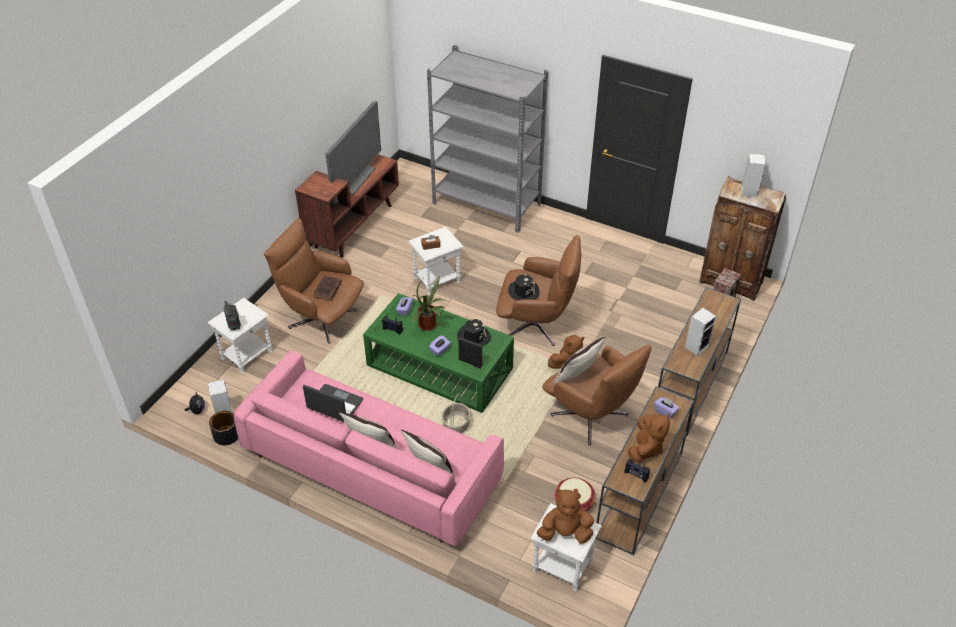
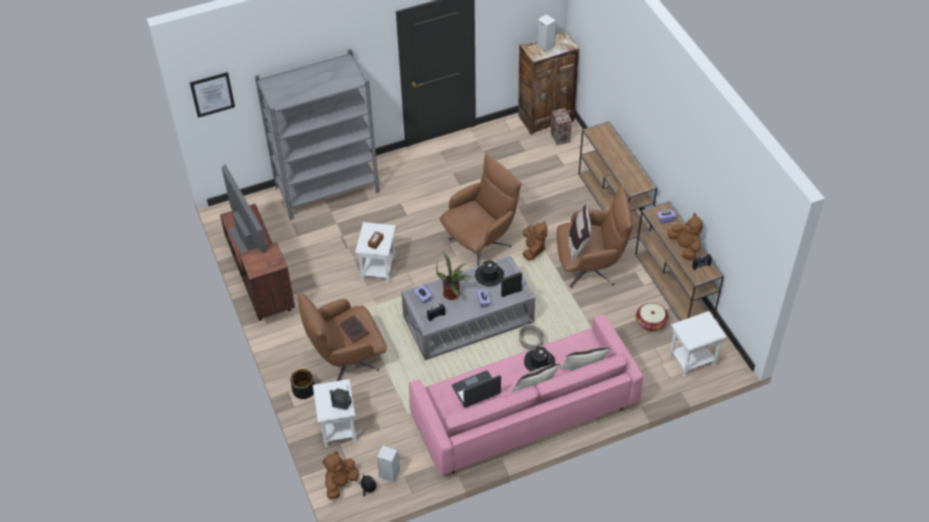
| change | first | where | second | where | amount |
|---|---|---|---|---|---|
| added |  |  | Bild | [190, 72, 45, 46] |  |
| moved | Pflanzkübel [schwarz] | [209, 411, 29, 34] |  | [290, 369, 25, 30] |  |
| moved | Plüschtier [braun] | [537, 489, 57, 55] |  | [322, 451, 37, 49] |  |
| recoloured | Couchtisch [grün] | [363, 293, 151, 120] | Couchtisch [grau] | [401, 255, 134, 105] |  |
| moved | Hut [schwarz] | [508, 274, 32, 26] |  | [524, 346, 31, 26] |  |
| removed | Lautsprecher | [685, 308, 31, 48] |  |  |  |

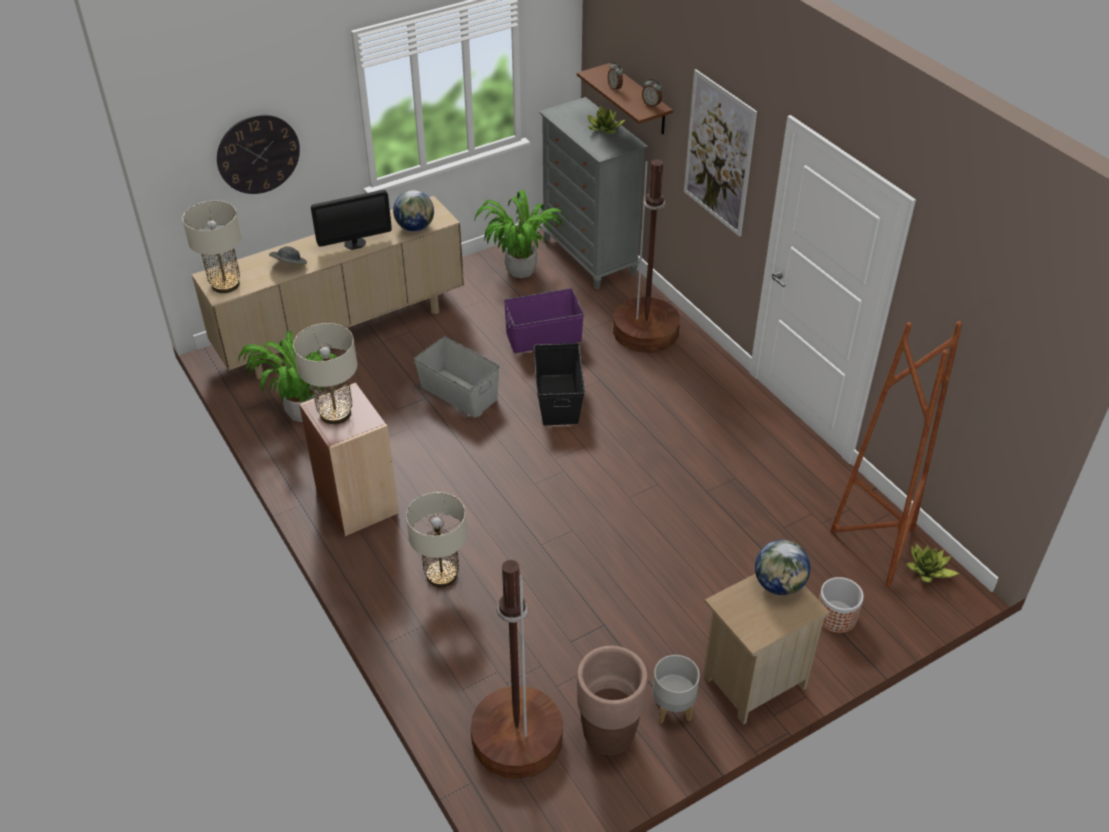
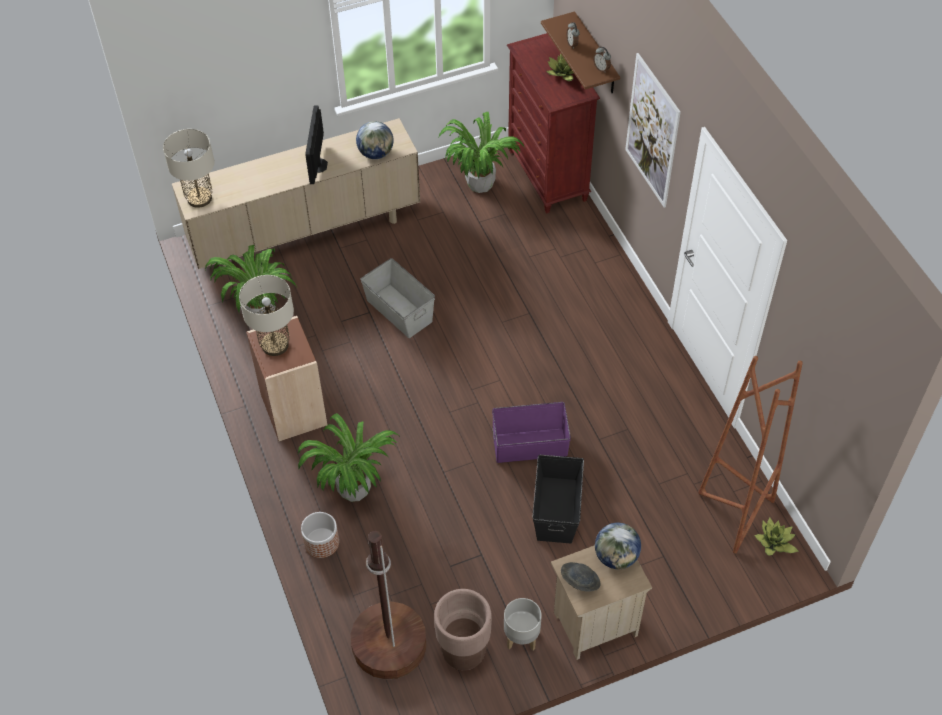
| change | first | where | second | where | amount |
|---|---|---|---|---|---|
| replaced | Tischlampe | [406, 492, 61, 95] | Topfpflanze | [298, 413, 102, 89] |  |
| moved | Pflanzkübel | [819, 577, 45, 56] |  | [301, 512, 38, 46] |  |
| turned | Monitor | [311, 190, 81, 60] |  | [305, 105, 23, 79] | 105 degrees clockwise |
| moved | Aufbewahrungsbox [lila] | [504, 288, 80, 65] |  | [492, 402, 79, 61] |  |
| recoloured | Kommode [grau] | [539, 97, 109, 192] | Kommode [rot] | [507, 33, 93, 180] |  |
| moved | Aufbewahrungsbox [schwarz] | [534, 343, 51, 82] |  | [532, 455, 52, 89] |  |
| moved | Hut [grau] | [269, 246, 38, 18] |  | [561, 562, 40, 30] |  |
| removed | Wanduhr | [217, 114, 83, 80] |  |  |  |
| removed | Stehlampe [braun] | [613, 159, 67, 194] |  |  |  |

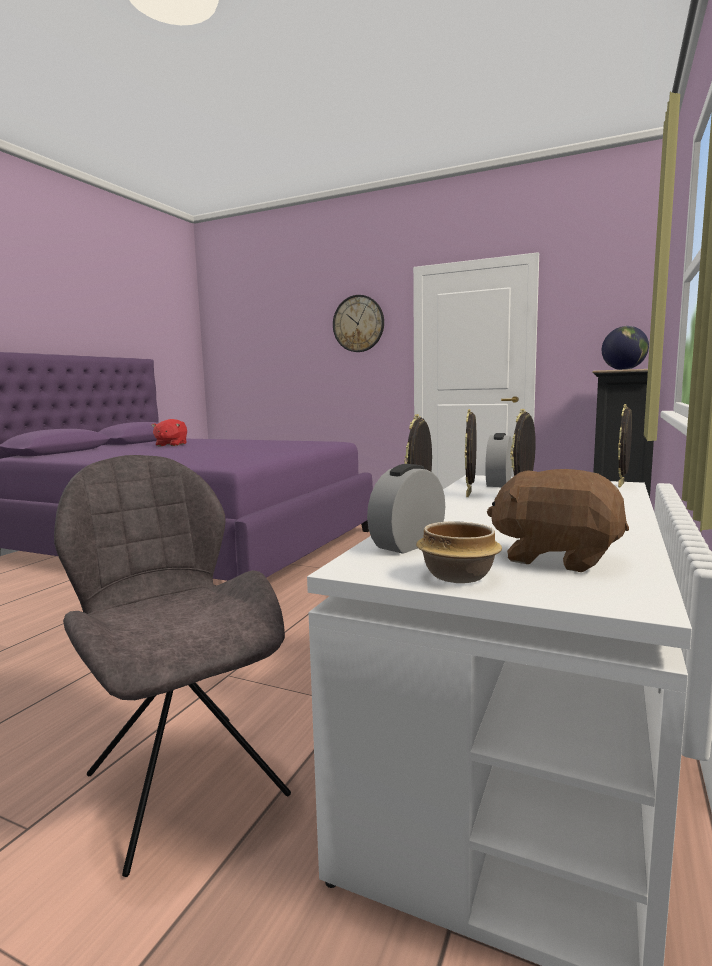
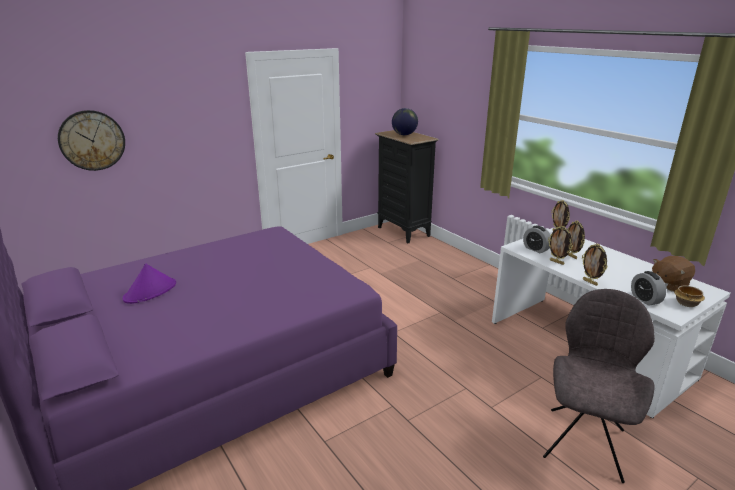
| change | first | where | second | where | amount |
|---|---|---|---|---|---|
| moved | Wanduhr | [333, 295, 51, 57] |  | [58, 110, 67, 61] |  |
| replaced | Plüschtier [rot] | [151, 419, 36, 27] | Hut [lila] | [123, 264, 53, 40] |  |
| turned | Stuhl [grau] | [54, 455, 237, 422] |  | [543, 289, 112, 194] | 120 degrees clockwise |

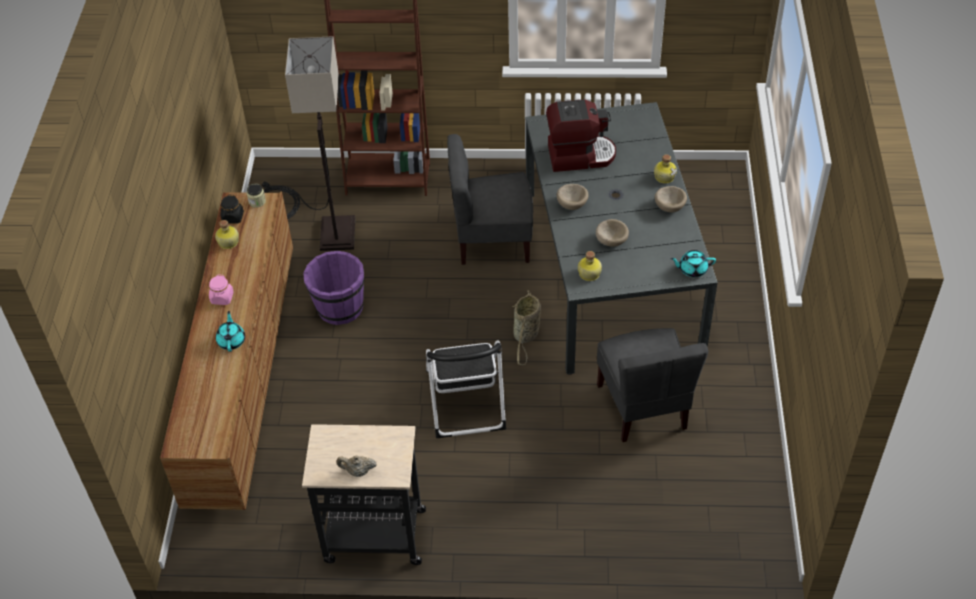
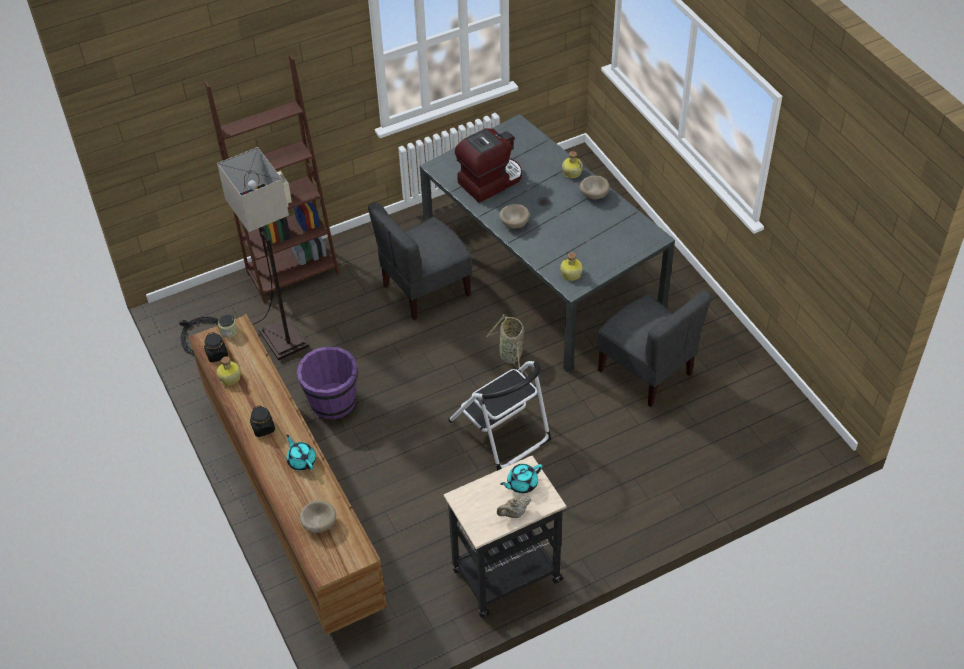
| change | first | where | second | where | amount |
|---|---|---|---|---|---|
| recoloured | Vorratsglas [rosa] | [209, 274, 25, 31] | Vorratsglas [schwarz] | [250, 405, 25, 32] |  |
| moved | Schüssel [beige] | [596, 219, 33, 28] |  | [300, 500, 36, 33] |  |
| moved | Teekanne [türkis] | [670, 250, 46, 27] |  | [500, 464, 43, 29] |  |

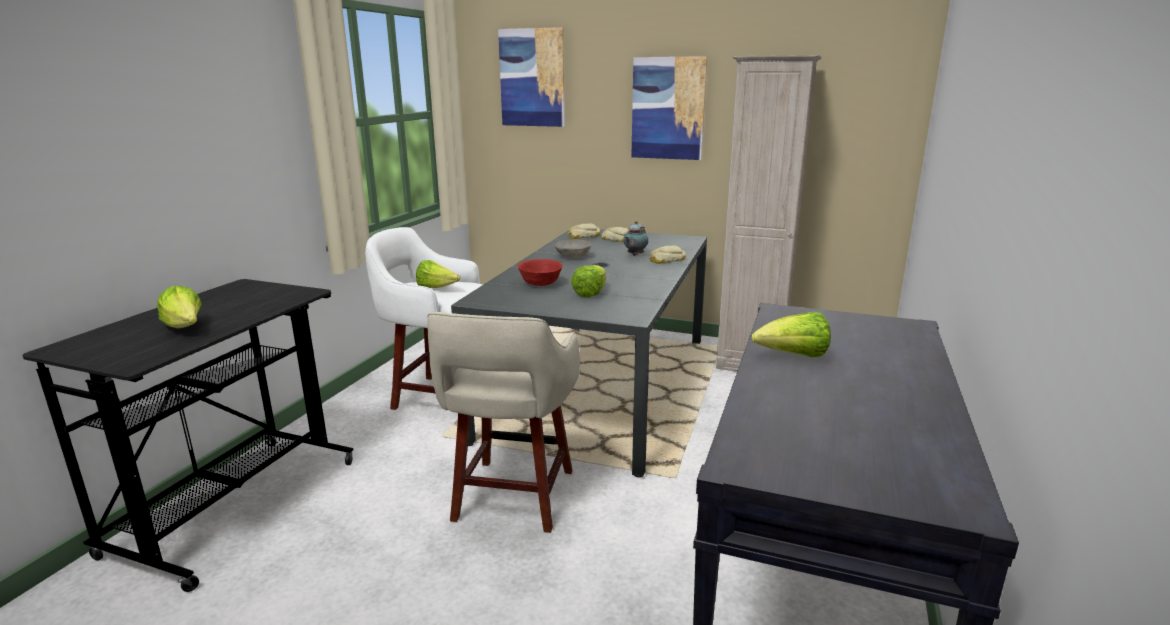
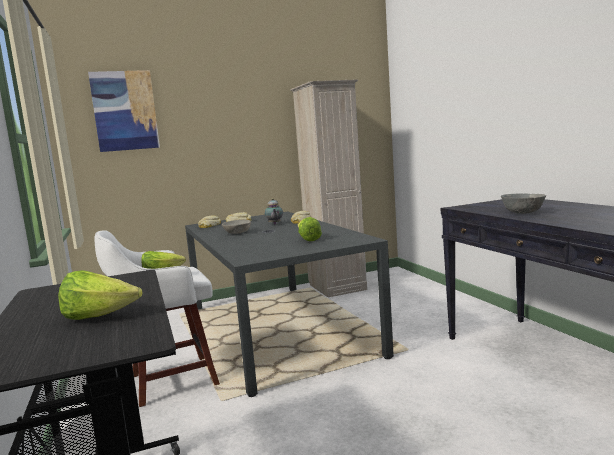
| change | first | where | second | where | amount |
|---|---|---|---|---|---|
| replaced | Salatkopf | [752, 312, 79, 45] | Schüssel [grau] | [501, 194, 45, 20] |  |
| removed | Hocker [beige] | [427, 312, 153, 221] |  |  |  |
| removed | Schüssel [rot] | [518, 259, 45, 27] |  |  |  |
| removed | Bild | [631, 56, 76, 104] |  |  |  |

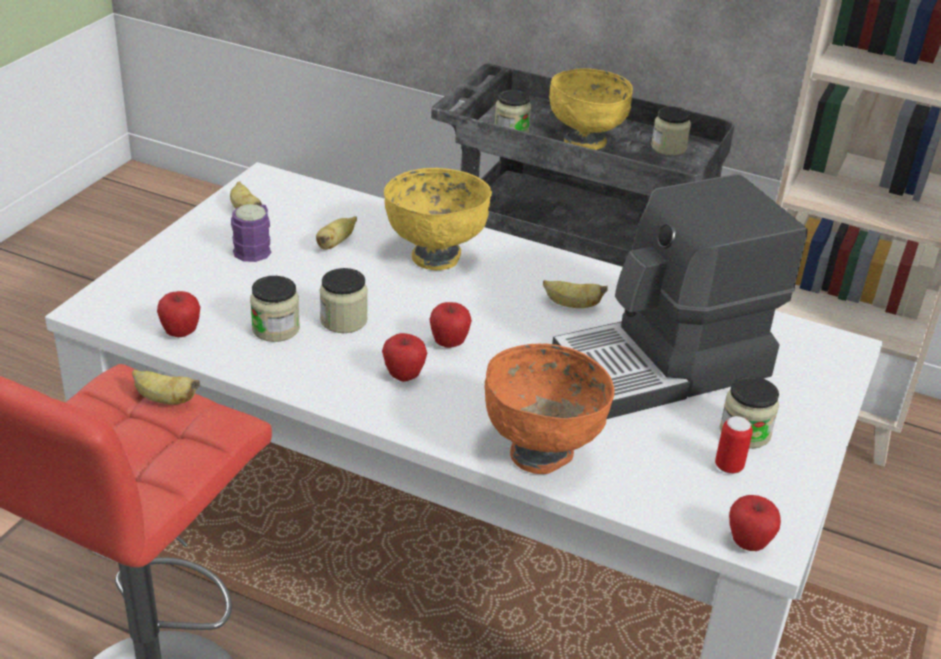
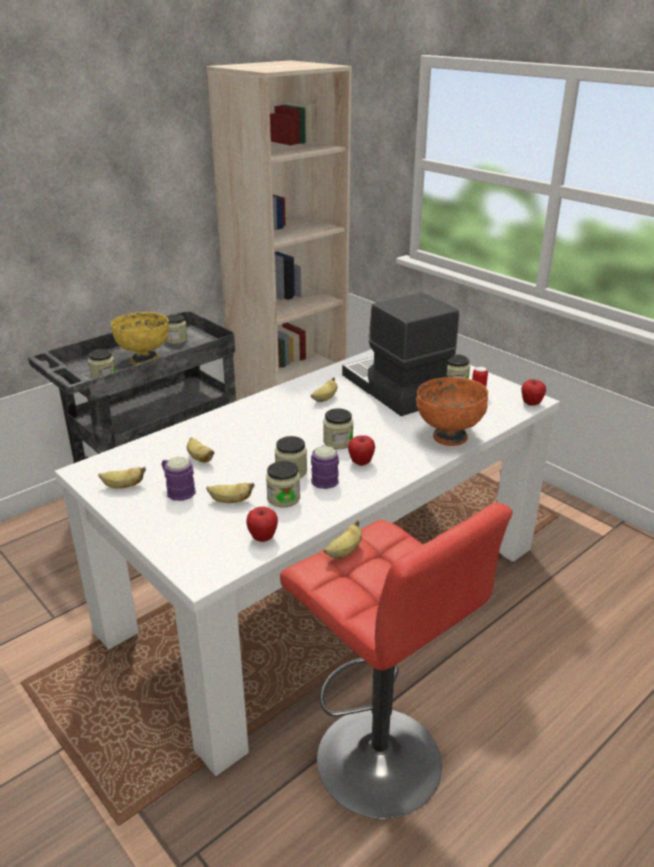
| change | first | where | second | where | amount |
|---|---|---|---|---|---|
| added |  |  | Banane | [206, 483, 48, 20] |  |
| added |  |  | Henkelbecher [lila] | [311, 445, 28, 44] |  |
| replaced | Apfel | [429, 302, 43, 46] | Vorratsglas | [323, 408, 30, 41] |  |
| turned | Kaffeemaschine | [552, 174, 256, 245] |  | [342, 293, 117, 123] | 150 degrees clockwise |
| removed | Schüssel [gelb] | [384, 168, 108, 102] |  |  |  |

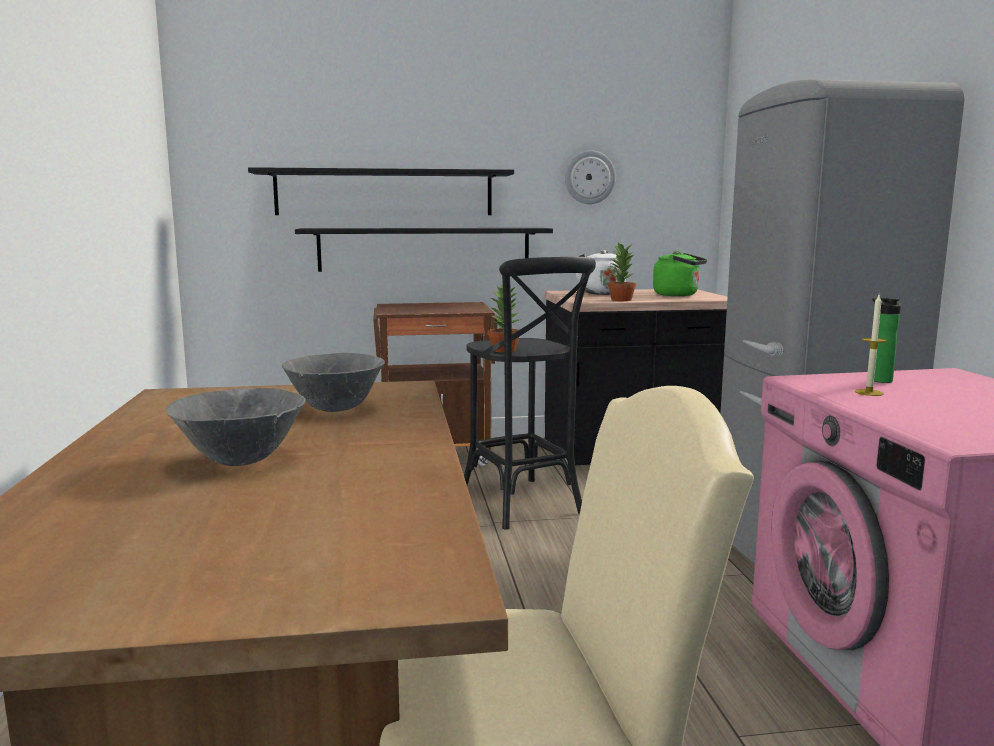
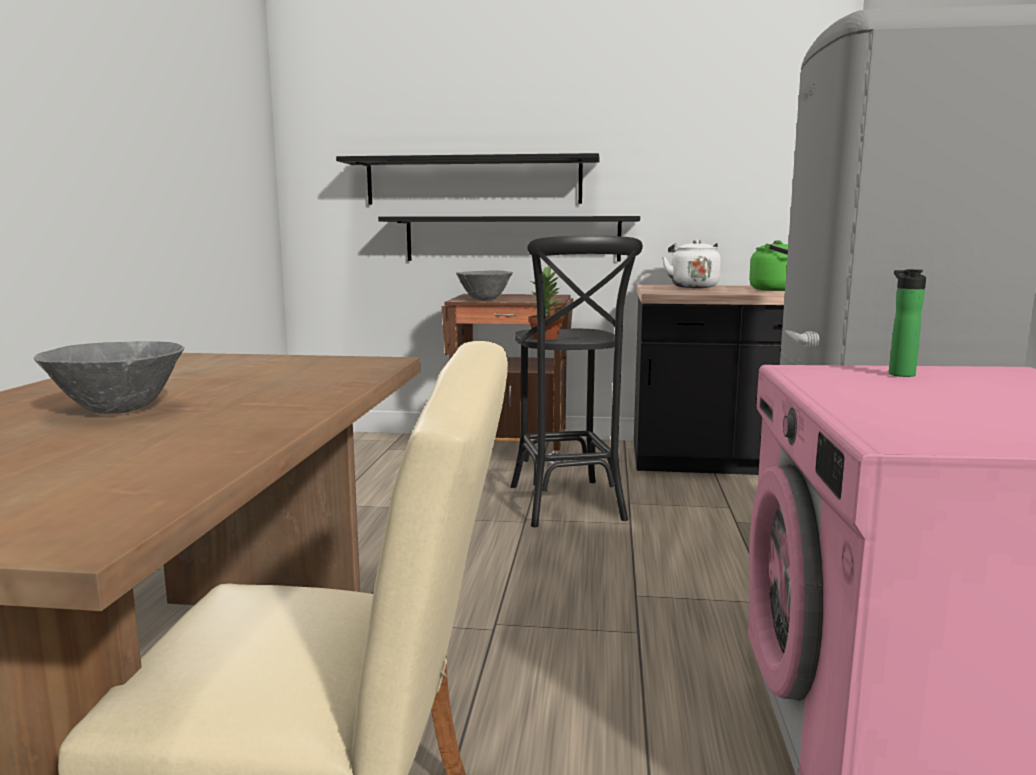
| change | first | where | second | where | amount |
|---|---|---|---|---|---|
| moved | Schüssel [grau] | [282, 353, 103, 59] |  | [456, 270, 57, 30] |  |
| removed | Wanduhr | [565, 150, 51, 54] |  |  |  |
| removed | Topfpflanze | [608, 243, 28, 58] |  |  |  |
| removed | Kerze | [855, 295, 32, 101] |  |  |  |

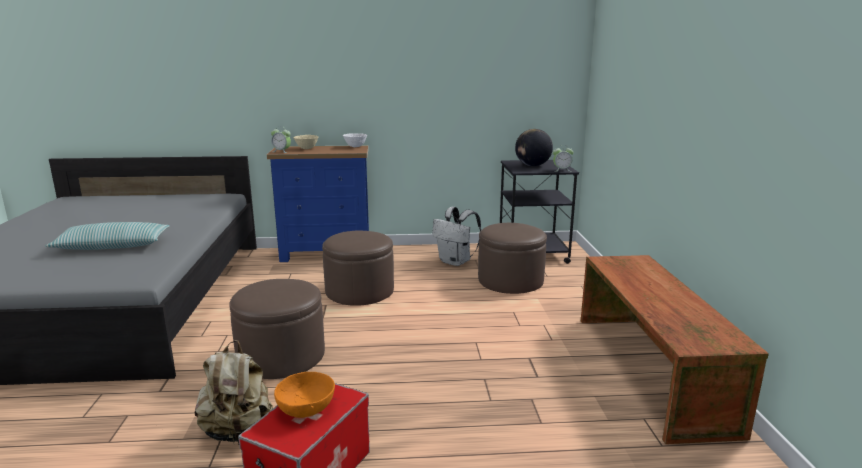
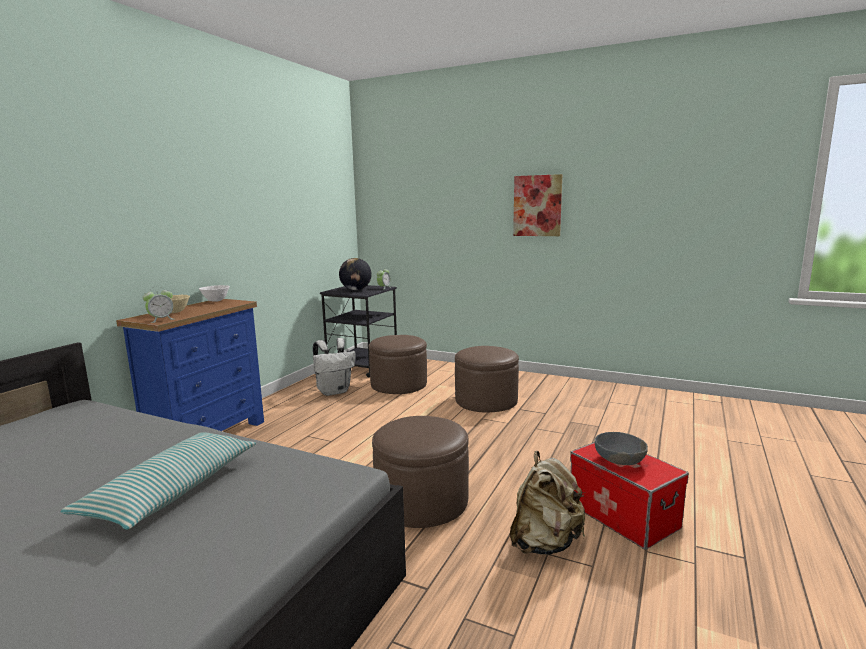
| change | first | where | second | where | amount |
|---|---|---|---|---|---|
| moved | Polsterhocker [braun] | [322, 231, 72, 75] |  | [455, 346, 64, 66] |  |
| added |  |  | Bild | [513, 174, 49, 62] |  |
| recoloured | Schüssel [orange] | [274, 372, 61, 46] | Schüssel [grau] | [595, 432, 53, 33] |  |
| removed | Bank [braun] | [581, 255, 188, 189] |  |  |  |

